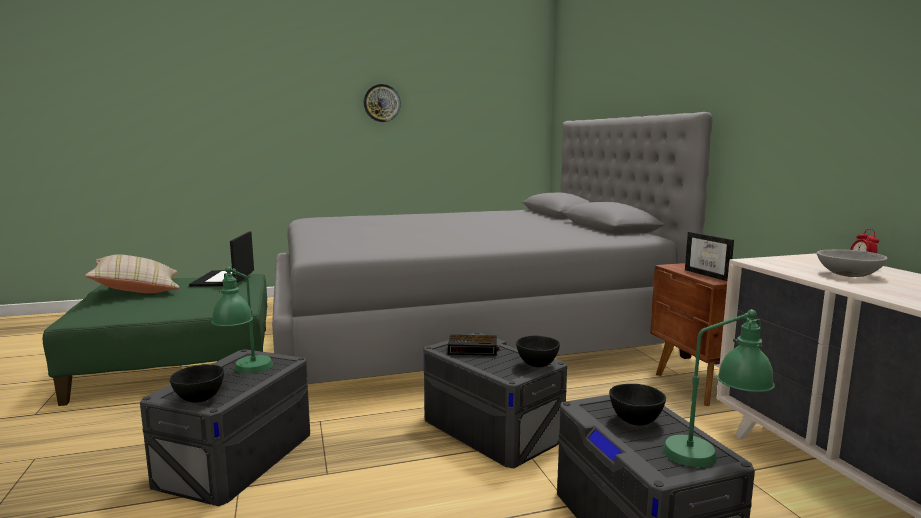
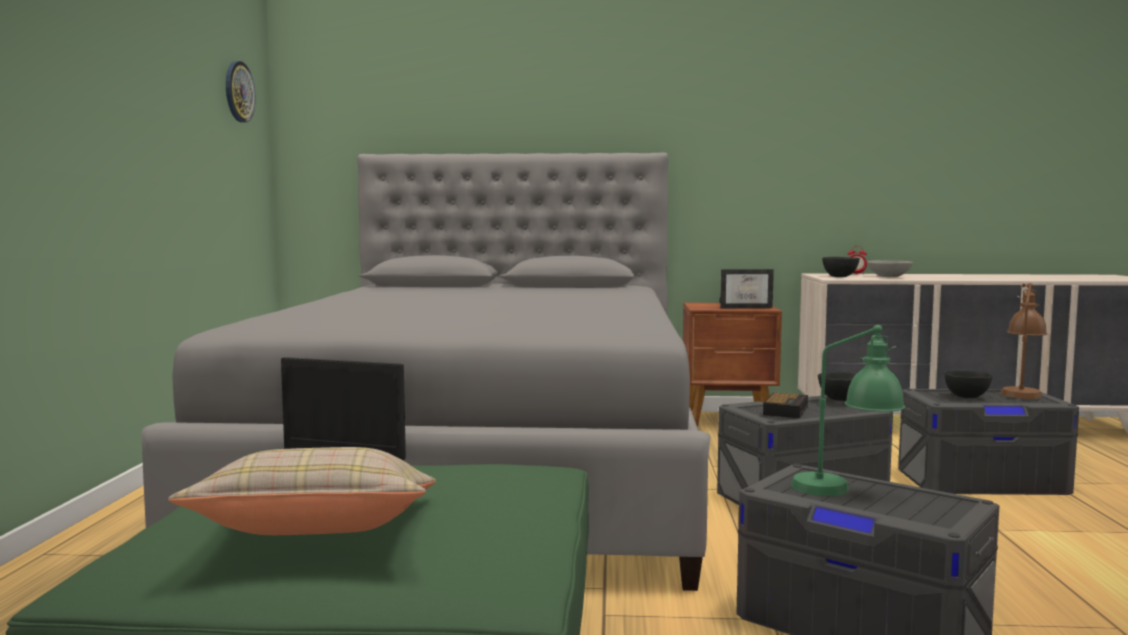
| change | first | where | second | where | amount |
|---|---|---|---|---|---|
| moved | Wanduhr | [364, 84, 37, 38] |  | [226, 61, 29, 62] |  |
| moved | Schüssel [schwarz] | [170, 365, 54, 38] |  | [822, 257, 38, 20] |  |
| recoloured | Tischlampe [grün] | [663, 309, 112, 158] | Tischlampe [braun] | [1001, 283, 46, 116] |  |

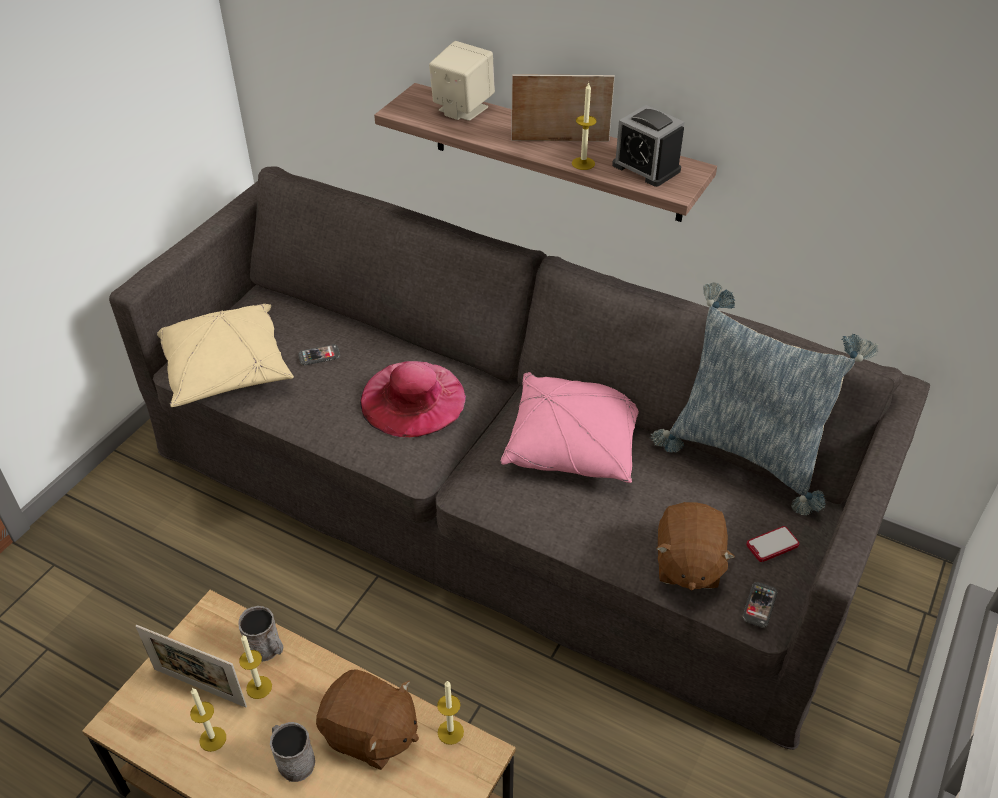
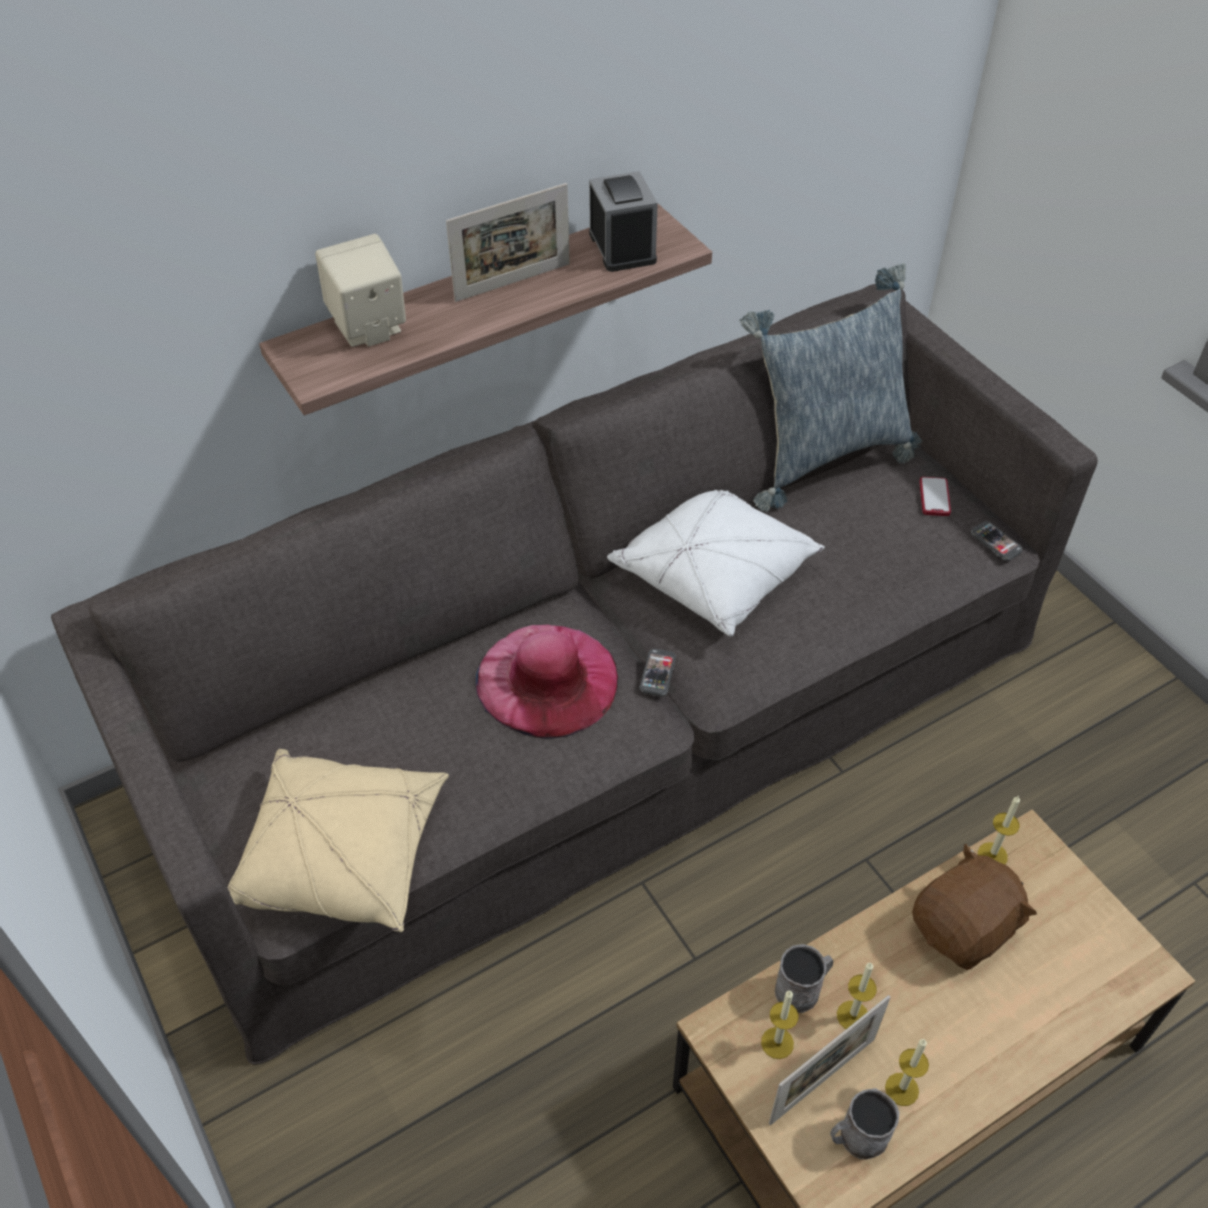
| change | first | where | second | where | amount |
|---|---|---|---|---|---|
| turned | Bilderrahmen | [511, 74, 104, 68] |  | [446, 183, 124, 119] | 150 degrees counterclockwise |
| turned | Wecker | [612, 105, 72, 82] |  | [589, 171, 69, 101] | 90 degrees counterclockwise |
| recoloured | Kissen [rosa] | [501, 372, 138, 111] | Kissen [weiß] | [607, 490, 218, 146] |  |
| moved | Handy | [298, 344, 42, 22] |  | [639, 649, 37, 47] |  |
| moved | Kerze | [572, 83, 24, 87] |  | [761, 991, 37, 68] |  |
| moved | Henkelbecher [grau] | [270, 722, 45, 60] |  | [830, 1088, 70, 72] |  |
| removed | Plüschtier [braun] | [656, 502, 79, 89] |  |  |  |

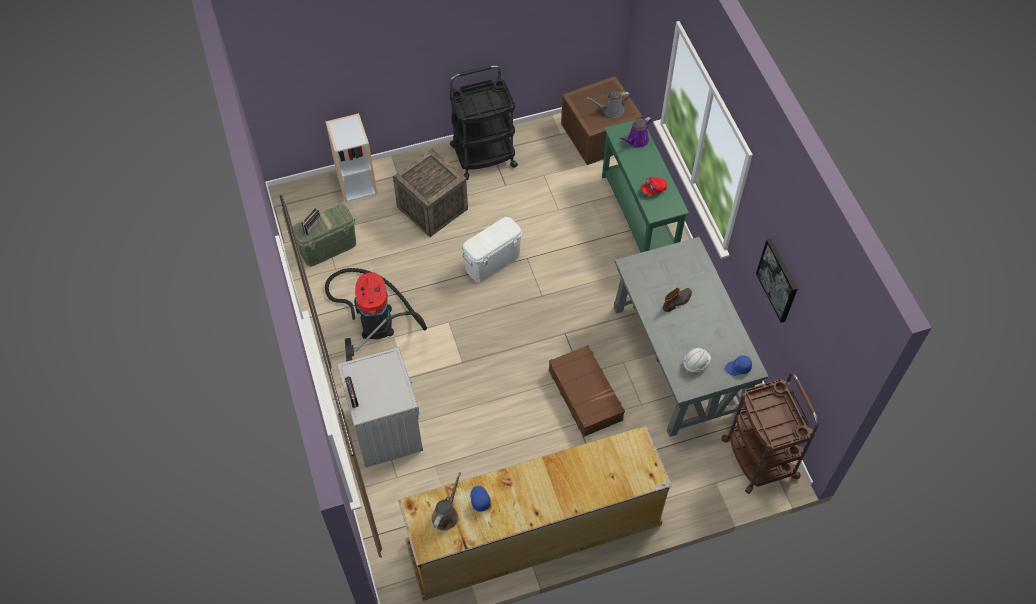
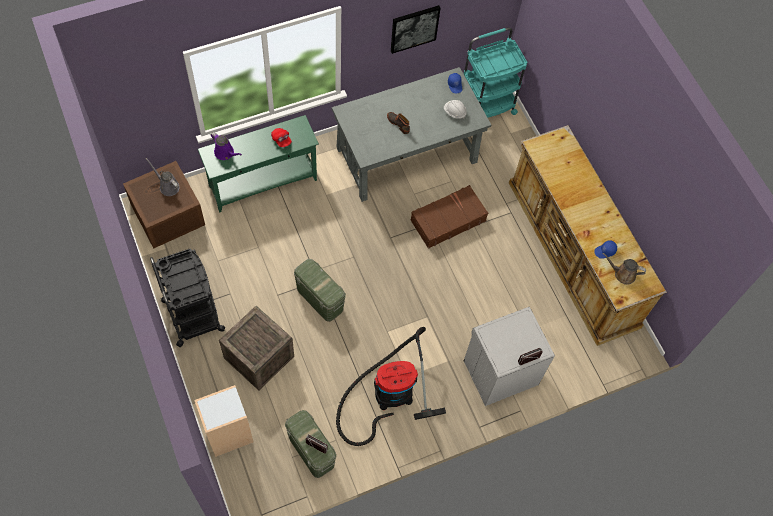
| change | first | where | second | where | amount |
|---|---|---|---|---|---|
| turned | Gießkanne [grau] | [587, 91, 43, 27] |  | [146, 158, 34, 38] | 150 degrees clockwise |
| recoloured | Aufbewahrungsbox [weiß] | [462, 217, 60, 66] | Aufbewahrungsbox [grün] | [294, 259, 52, 63] |  |
| recoloured | Rollwagen [braun] | [721, 373, 98, 121] | Rollwagen [türkis] | [464, 28, 63, 90] |  |

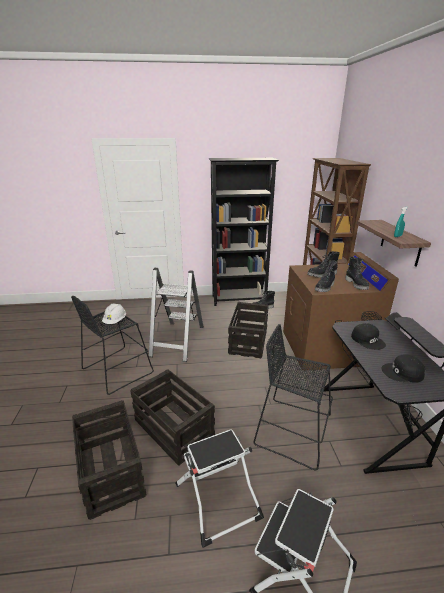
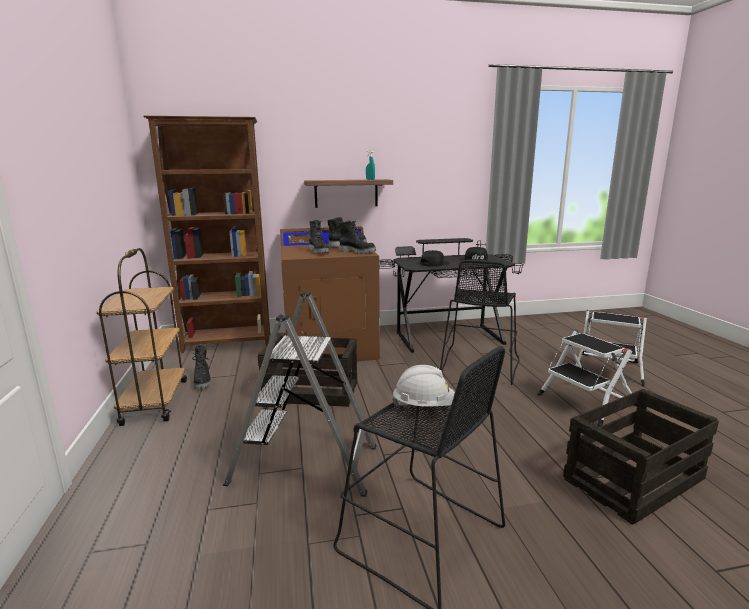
| change | first | where | second | where | amount |
|---|---|---|---|---|---|
| replaced | Bücherregal [schwarz] | [208, 158, 71, 148] | Rollwagen [braun] | [96, 248, 91, 178] |  |
| removed | Kiste | [130, 369, 85, 96] |  |  |  |

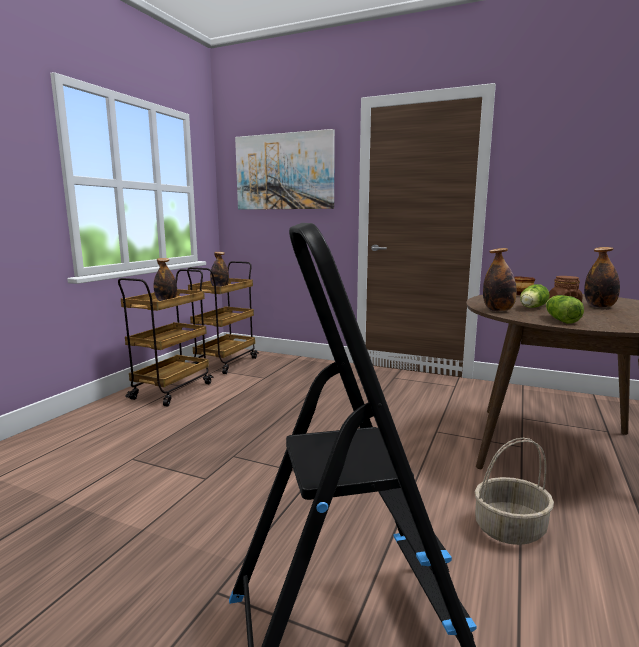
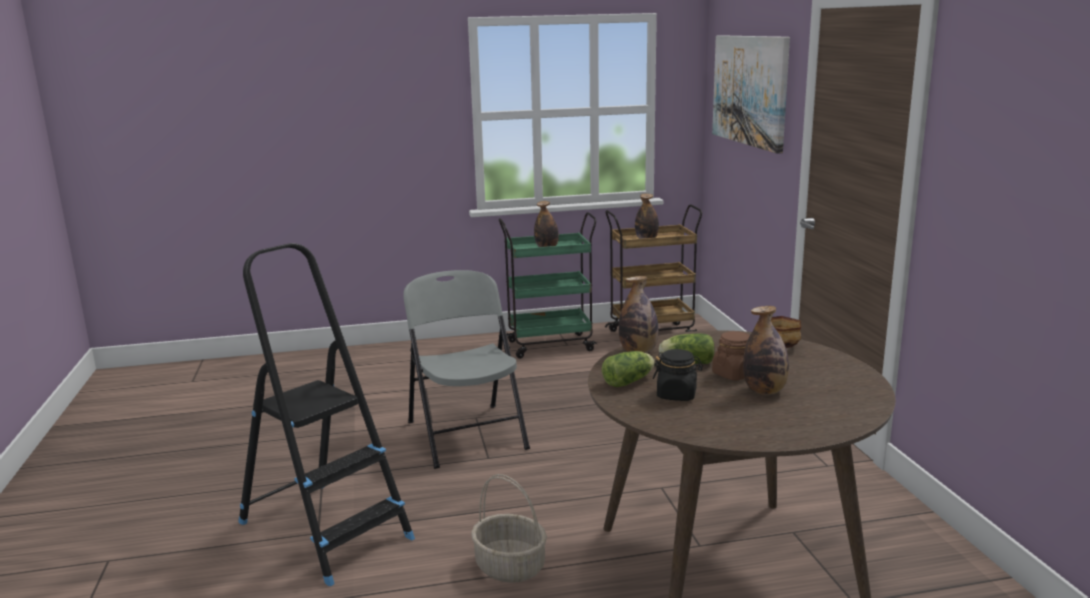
| change | first | where | second | where | amount |
|---|---|---|---|---|---|
| added |  |  | Stuhl [grau] | [403, 270, 127, 199] |  |
| recoloured | Rollwagen [braun] | [118, 269, 96, 137] | Rollwagen [grün] | [499, 212, 99, 147] |  |
| added |  |  | Vorratsglas [schwarz] | [653, 349, 50, 52] |  |

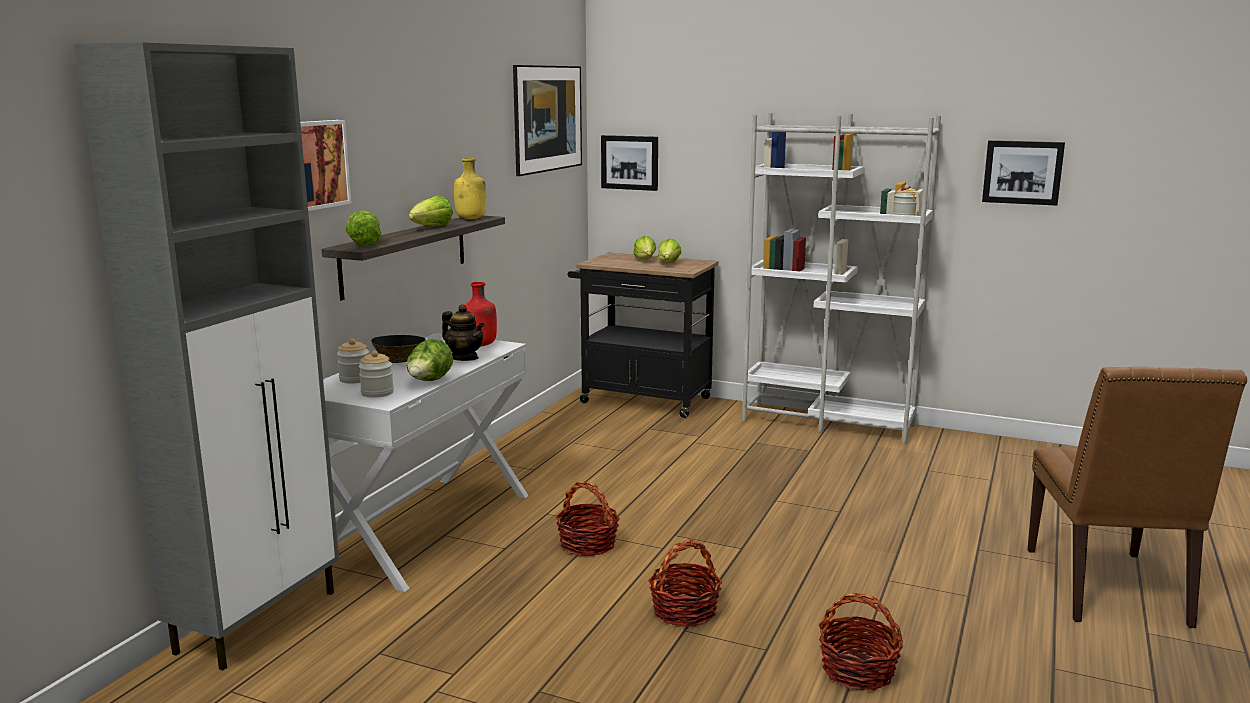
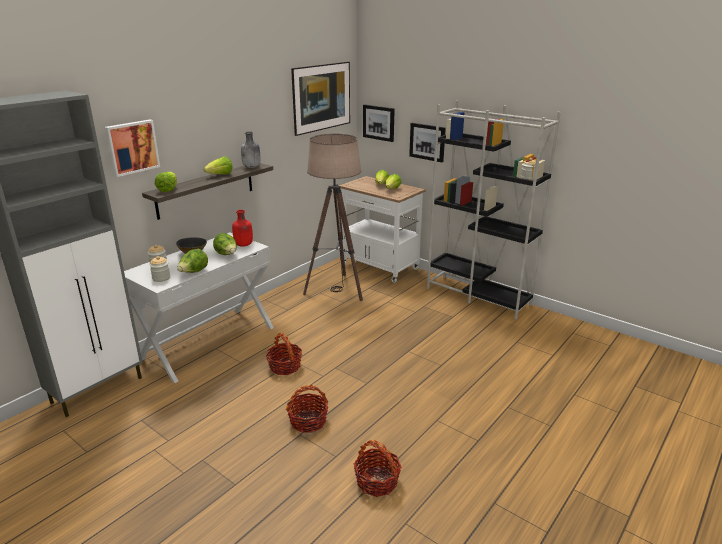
| change | first | where | second | where | amount |
|---|---|---|---|---|---|
| replaced | Teekanne | [442, 304, 43, 57] | Salatkopf | [213, 233, 24, 22] |  |
| recoloured | Flasche [gelb] | [454, 158, 32, 61] | Flasche [grau] | [241, 131, 19, 37] |  |
| added |  |  | Stehlampe | [303, 134, 60, 167] |  |
| recoloured | Rollwagen [schwarz] | [567, 253, 152, 165] | Rollwagen [weiß] | [339, 176, 86, 107] |  |
| moved | Bild | [982, 140, 83, 66] |  | [409, 123, 37, 39] |  |
| recoloured | Bücherregal [weiß] | [742, 113, 199, 331] | Bücherregal [schwarz] | [427, 100, 134, 220] |  |
| removed | Stuhl [braun] | [1027, 366, 220, 262] |  |  |  |

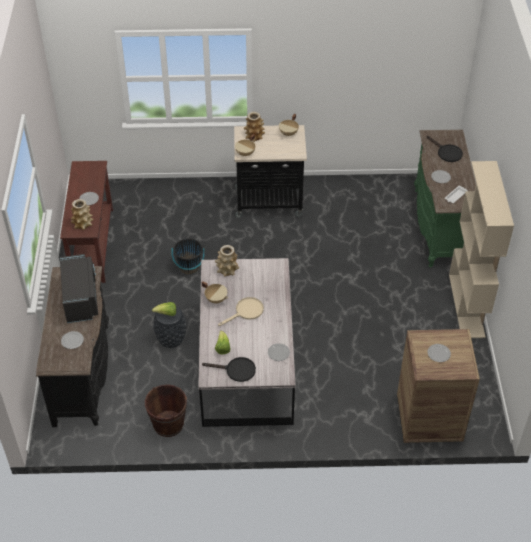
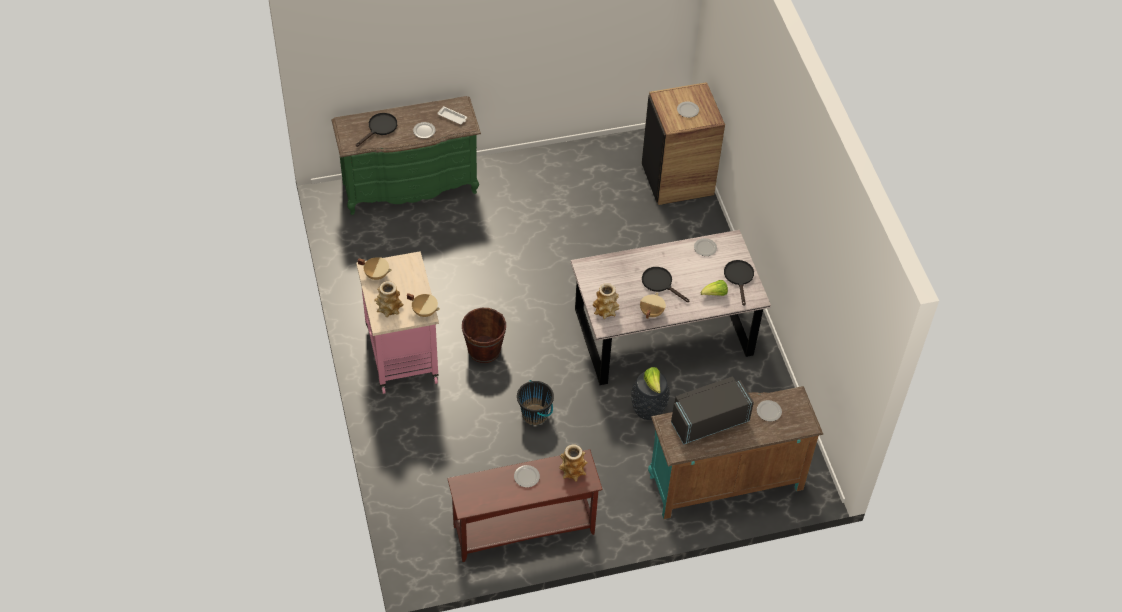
| change | first | where | second | where | amount |
|---|---|---|---|---|---|
| recoloured | Rollwagen [schwarz] | [234, 125, 73, 93] | Rollwagen [rosa] | [356, 251, 83, 143] |  |
| moved | Eimer [braun] | [145, 384, 42, 53] |  | [462, 308, 44, 55] |  |
| recoloured | Pfanne [beige] | [218, 297, 46, 29] | Pfanne [schwarz] | [642, 267, 47, 35] |  |
| recoloured | Kommode [schwarz] | [36, 266, 73, 161] | Kommode [türkis] | [648, 386, 175, 133] |  |
| removed | Bücherregal [beige] | [449, 161, 65, 177] |  |  |  |

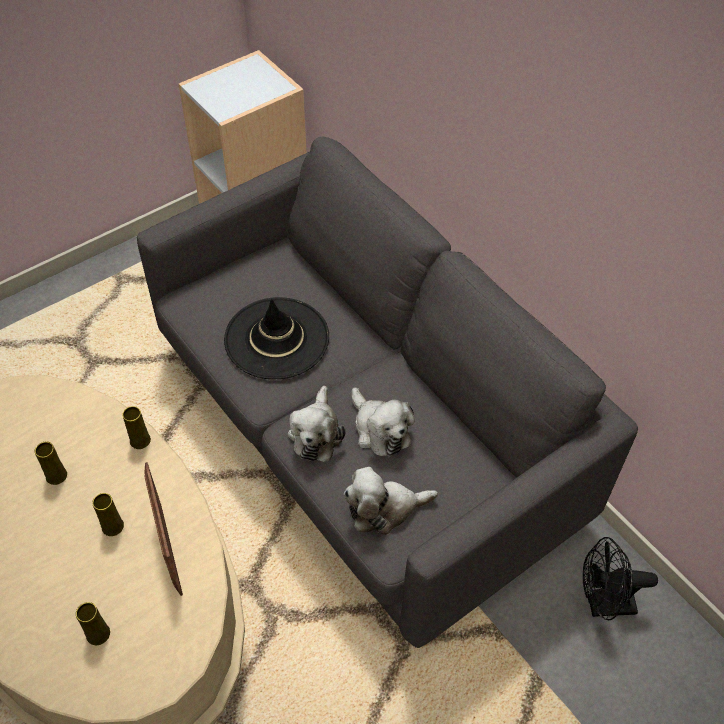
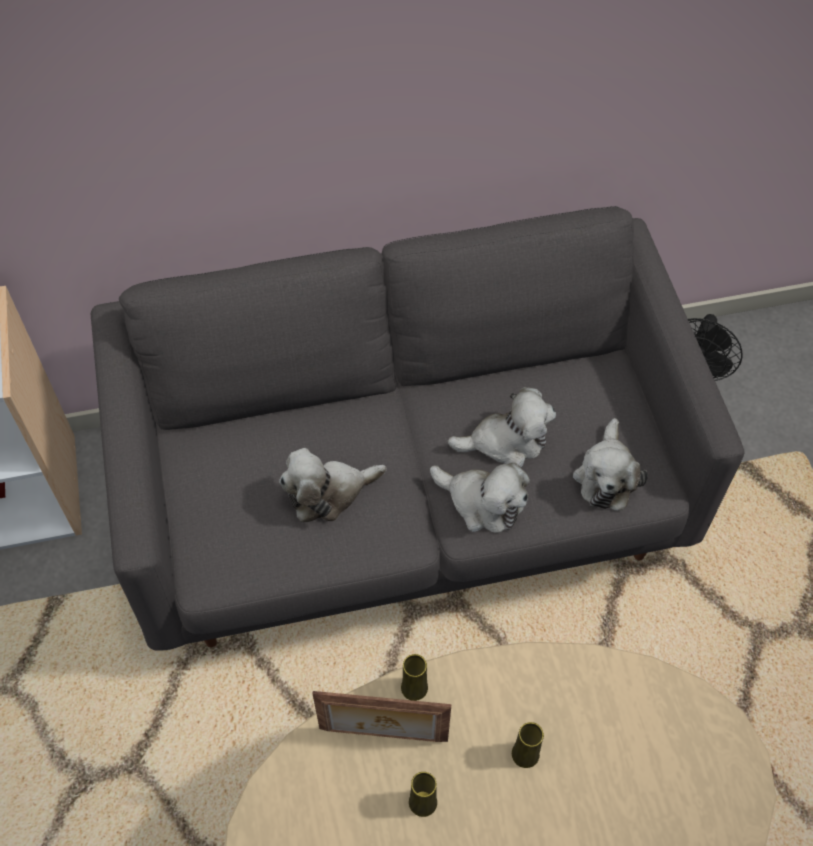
| change | first | where | second | where | amount |
|---|---|---|---|---|---|
| replaced | Hut [schwarz] | [224, 297, 105, 82] | Plüschtier | [279, 448, 108, 74] |  |
| moved | Bilderrahmen | [144, 462, 39, 134] |  | [313, 691, 138, 51] |  |
| removed | Vase [gelb] | [76, 602, 34, 43] |  |  |  |

